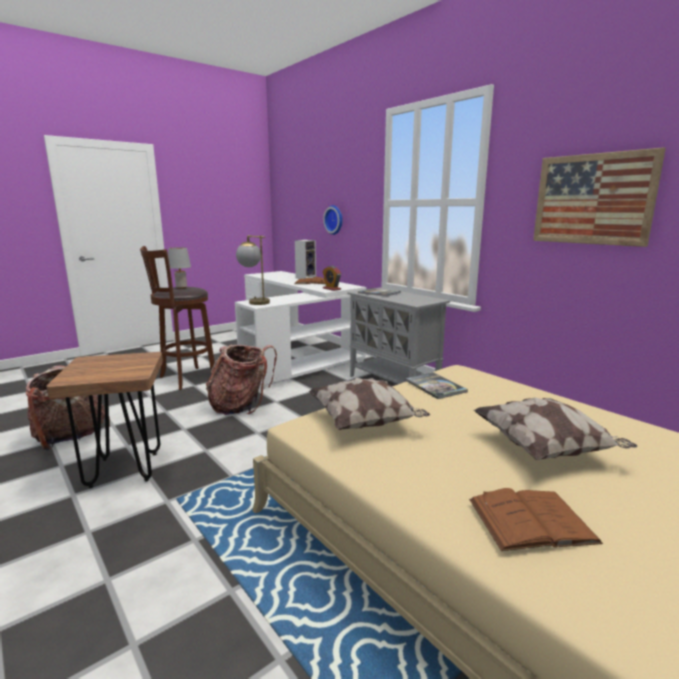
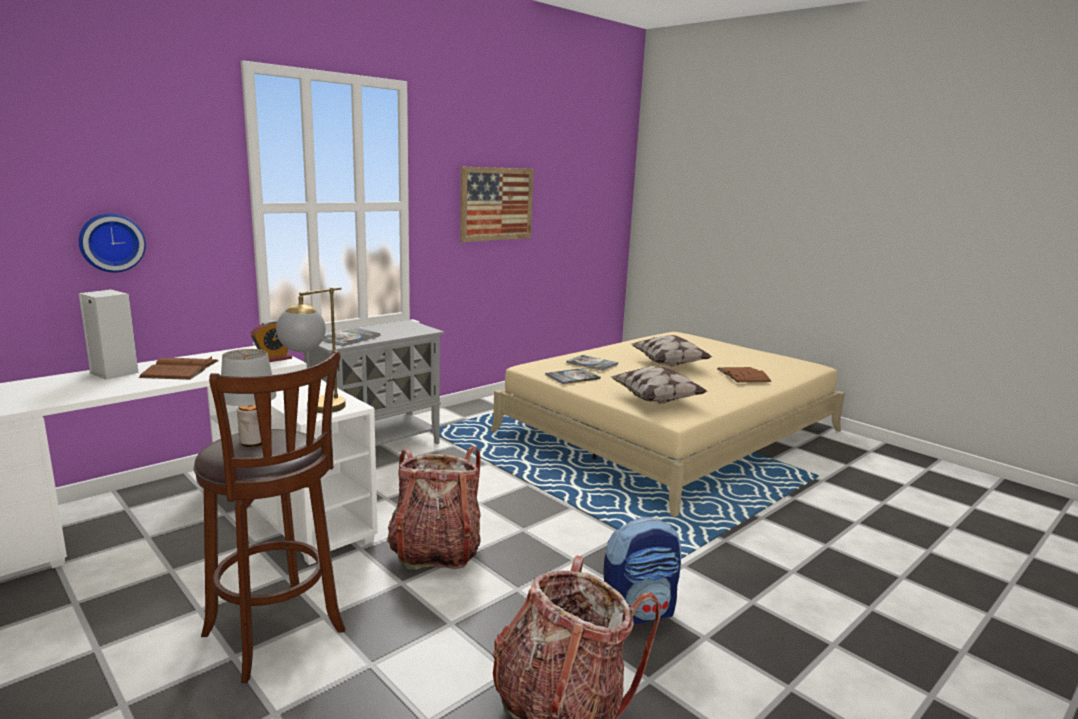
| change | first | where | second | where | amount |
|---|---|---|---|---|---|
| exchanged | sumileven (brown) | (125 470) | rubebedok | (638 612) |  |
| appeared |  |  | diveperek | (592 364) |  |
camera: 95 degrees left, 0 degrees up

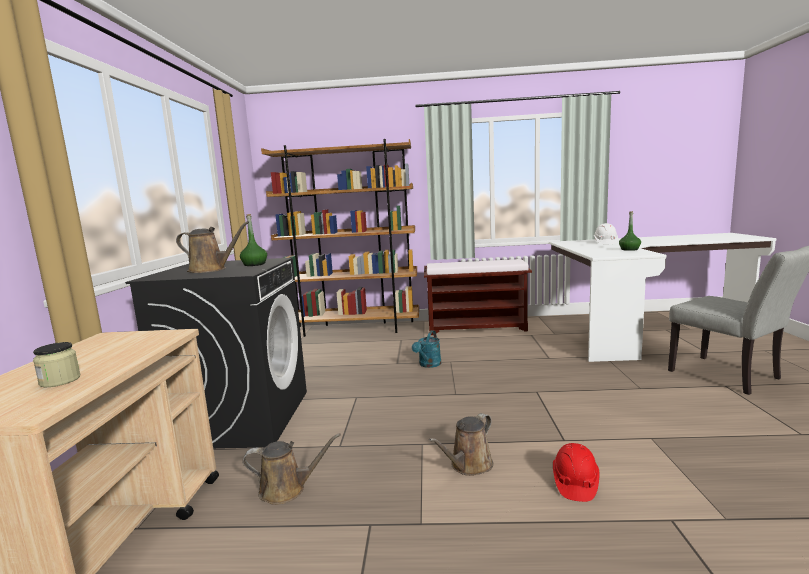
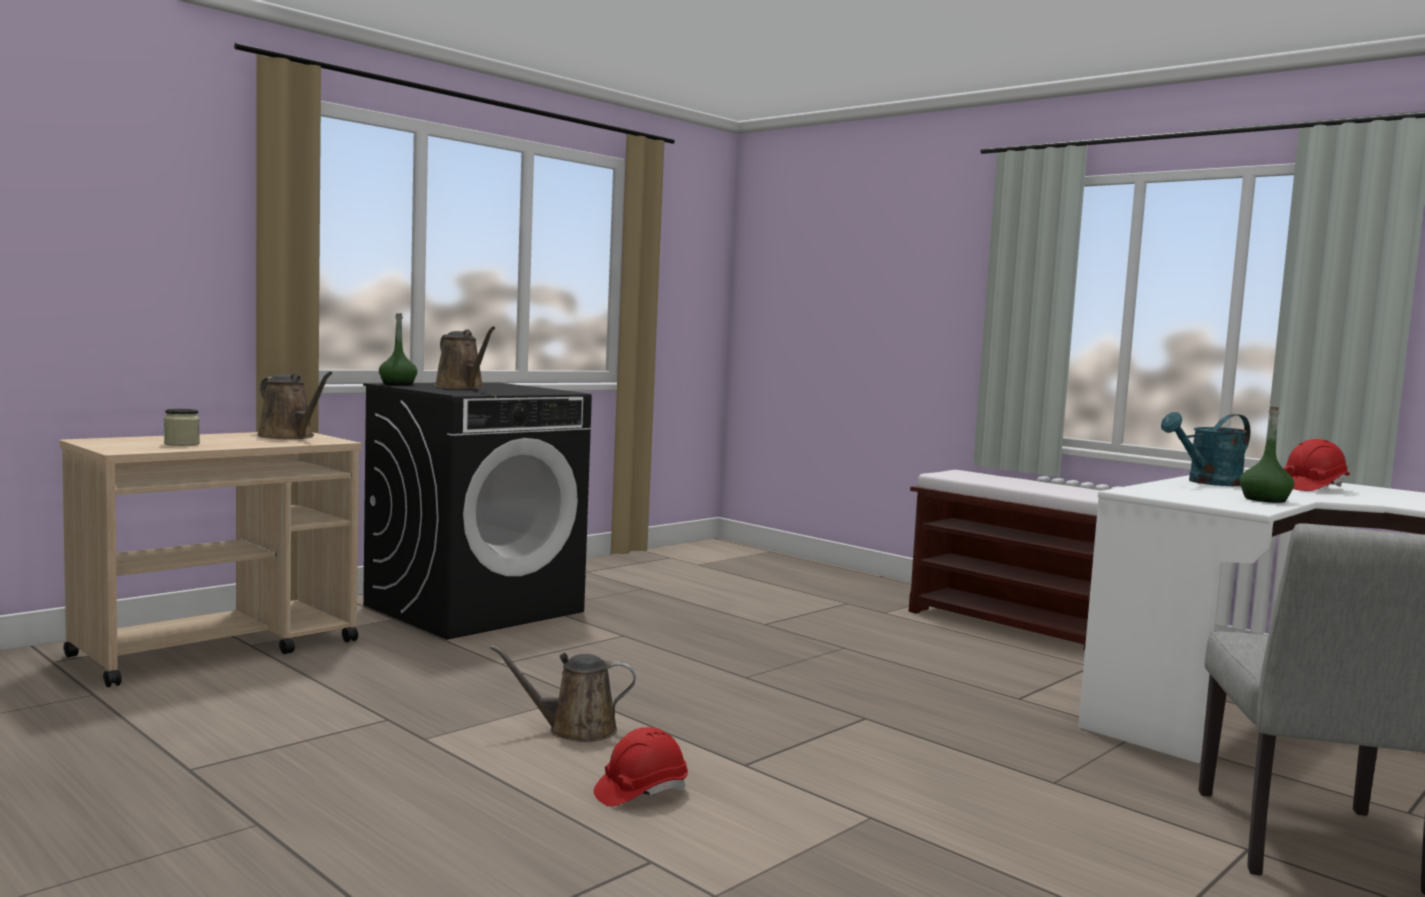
| change | first | where | second | where | amount |
|---|---|---|---|---|---|
| relocated | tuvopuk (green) | (254 264) |  | (398 384) |  |
| relocated | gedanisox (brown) | (287 489) |  | (289 437) |  |
| missing | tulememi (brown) | (353 329) |  |  |  |
| relocated | gedanisox (turquoise) | (428 365) |  | (1207 482) |  |
| colour | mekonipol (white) | (605 243) | mekonipol (red) | (1311 488) |  |
camera: 40 degrees right, 5 degrees down

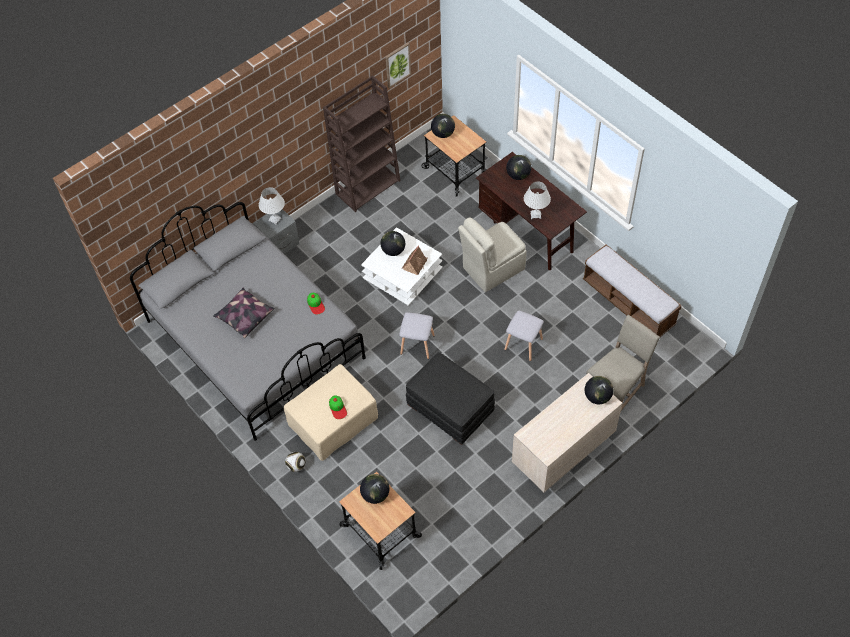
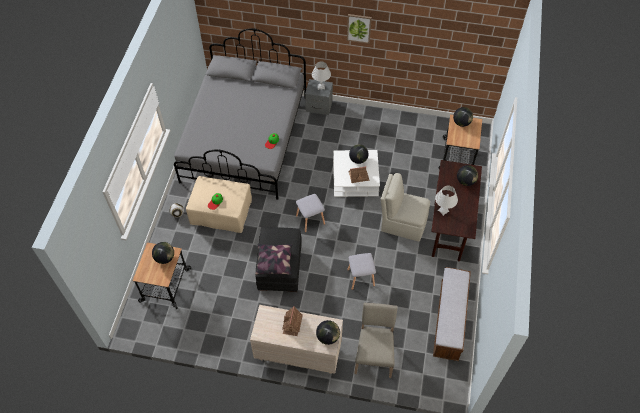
| change | first | where | second | where | amount |
|---|---|---|---|---|---|
| relocated | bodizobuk | (244 317) |  | (274 262) |  |
| missing | tulememi (brown) | (368 186) |  |  |  |
| relocated | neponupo | (397 64) |  | (359 28) |  |
| spun | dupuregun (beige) | (616 388) |  | (374 355) | 90 degrees counterclockwise |
| appeared |  |  | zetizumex | (292 324) |  |
camera: 50 degrees right, 0 degrees up

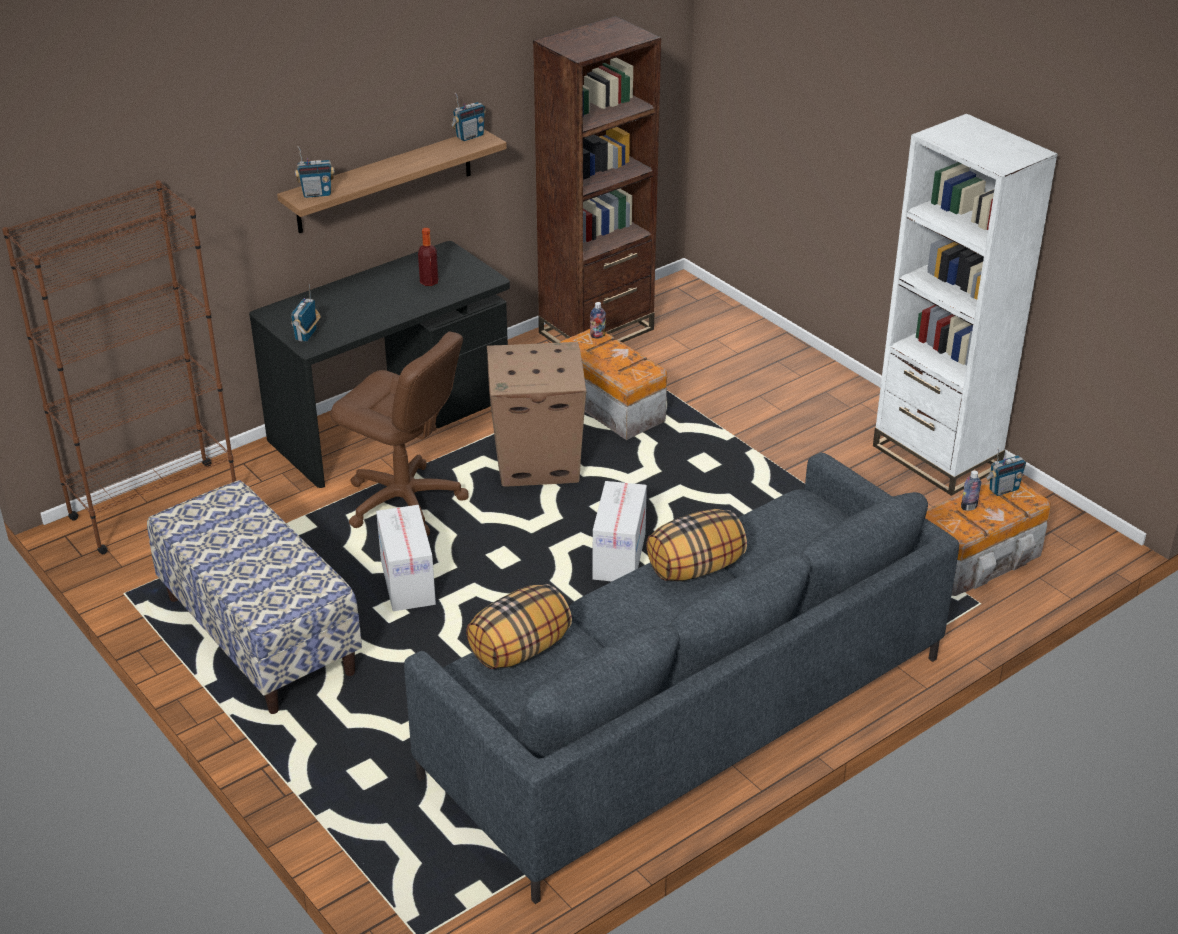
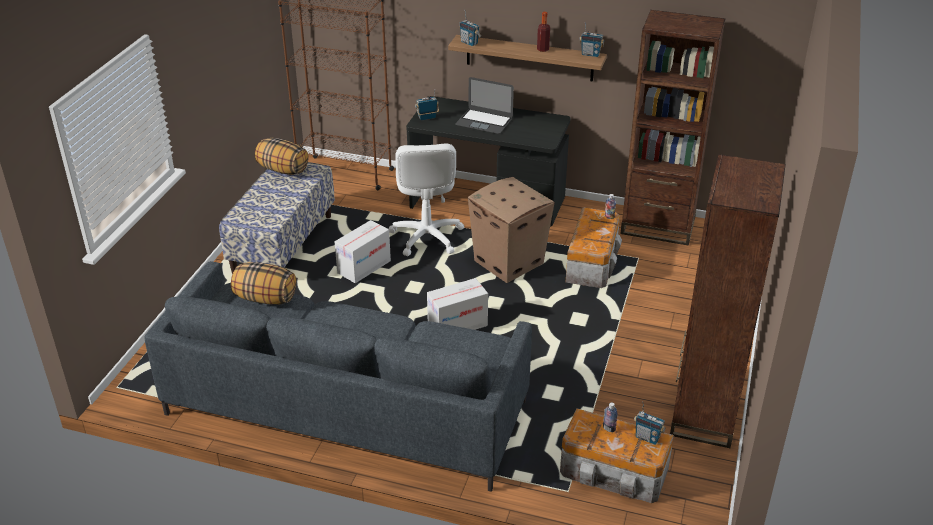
| change | first | where | second | where | amount |
|---|---|---|---|---|---|
| colour | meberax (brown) | (404 502) | meberax (white) | (426 236) |  |
| relocated | tuvopuk | (429 282) |  | (543 49) |  |
| relocated | bodizobuk | (695 569) |  | (282 170) |  |
| colour | tulememi (white) | (936 457) | tulememi (brown) | (704 412) |  |
| appeared |  |  | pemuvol | (484 121) |  |
camera: 55 degrees right, 0 degrees up

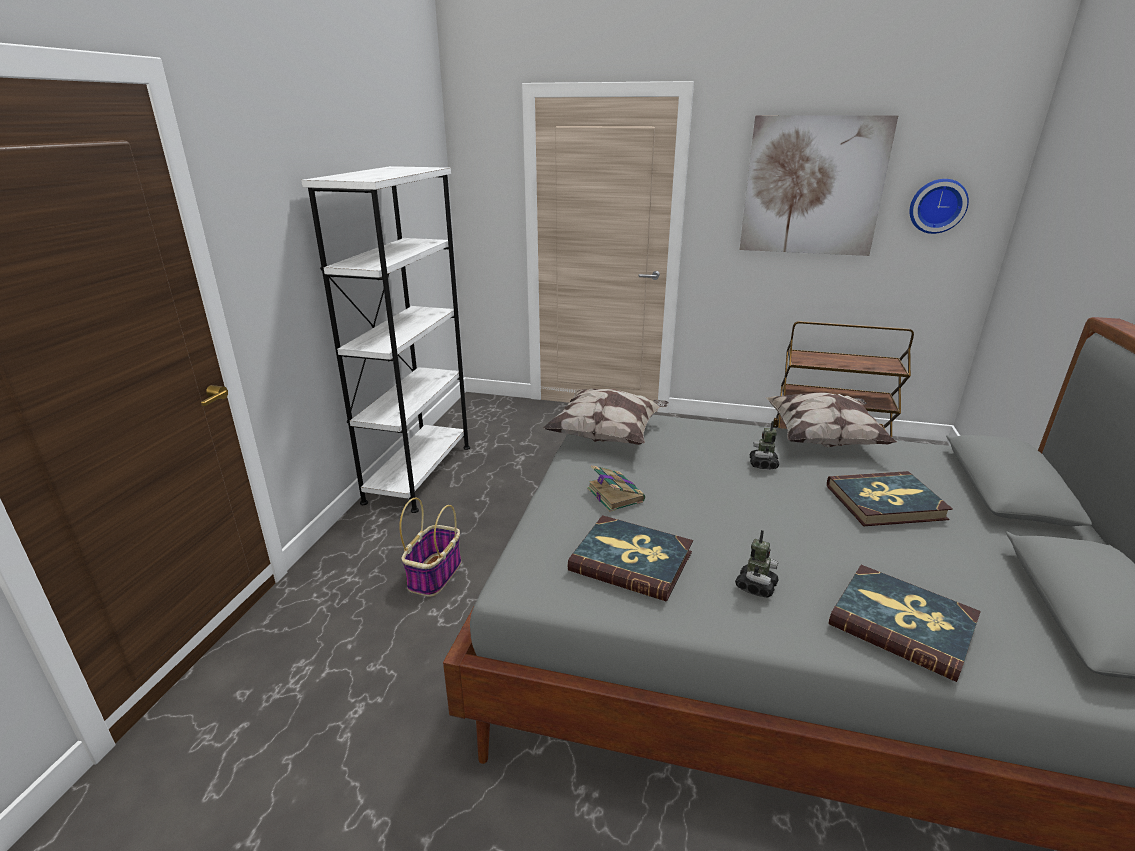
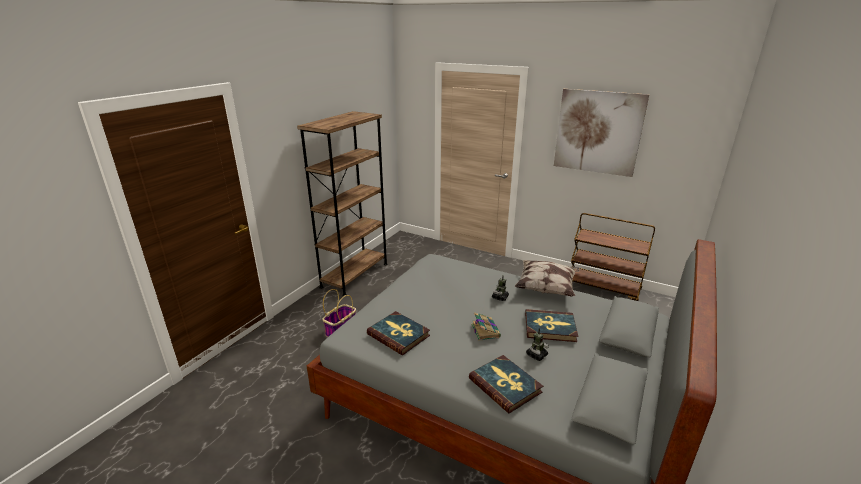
| change | first | where | second | where | amount |
|---|---|---|---|---|---|
| colour | tulememi (white) | (419 473) | tulememi (brown) | (355 275) |  |
| missing | bodizobuk | (608 435) |  |  |  |
| relocated | diveperek | (614 494) |  | (485 330) |  |
| relocated | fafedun | (755 586) |  | (536 355) |  |
| missing | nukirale | (937 206) |  |  |  |
camera: 15 degrees right, 0 degrees up

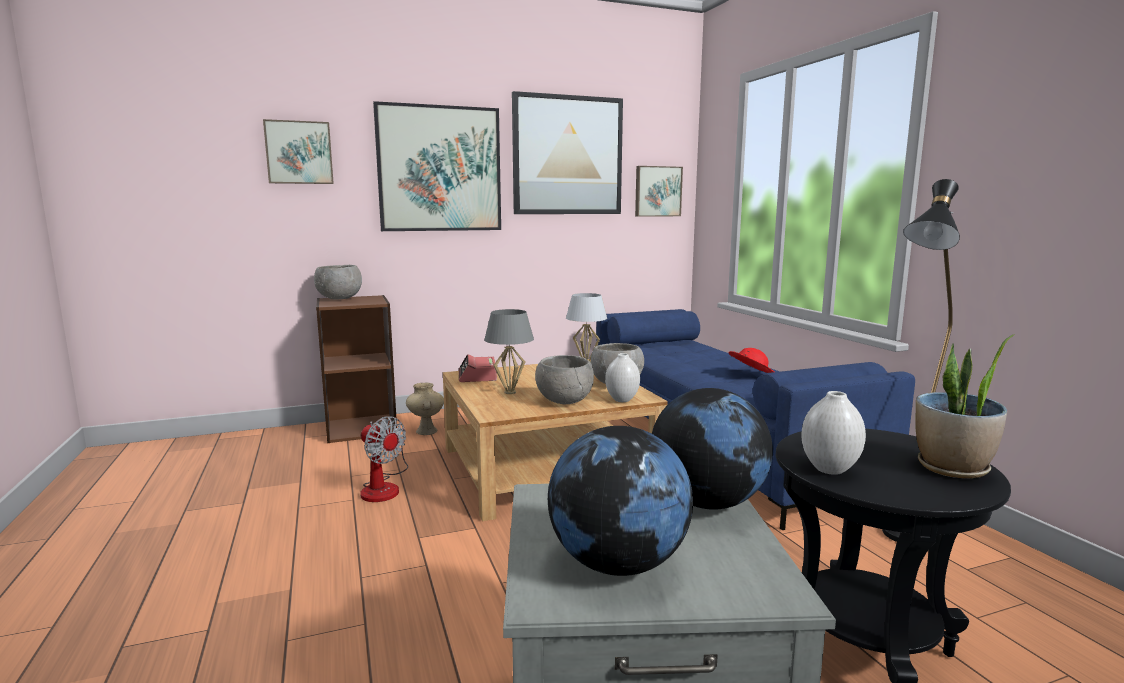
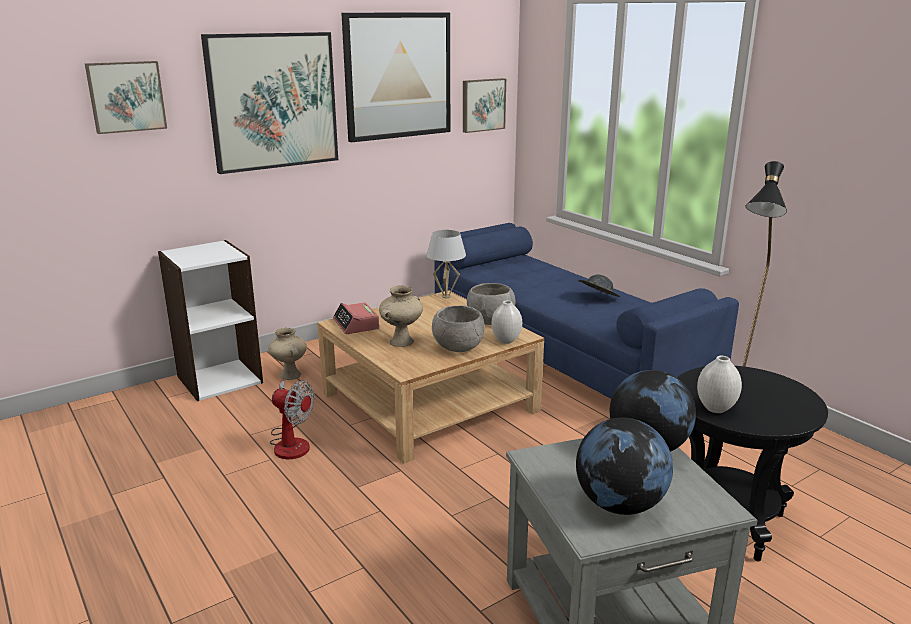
| change | first | where | second | where | amount |
|---|---|---|---|---|---|
| missing | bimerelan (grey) | (340 299) |  |  |  |
| colour | tulememi (brown) | (361 428) | tulememi (white) | (219 379) |  |
| exchanged | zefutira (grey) | (510 392) | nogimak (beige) | (401 342) |  |
| colour | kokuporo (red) | (750 375) | kokuporo (grey) | (597 298) |  |
| missing | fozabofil | (952 468) |  |  |  |
camera: 15 degrees left, 10 degrees up

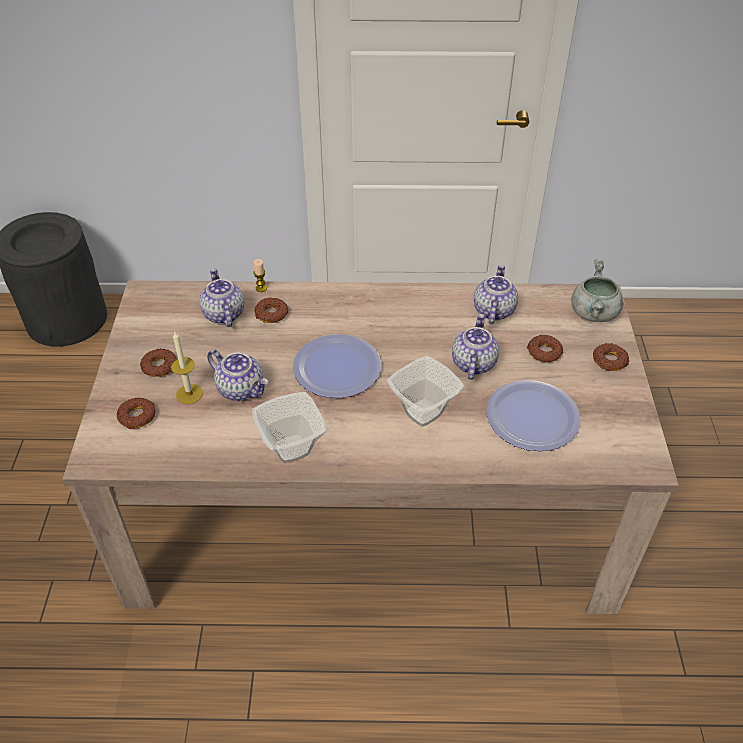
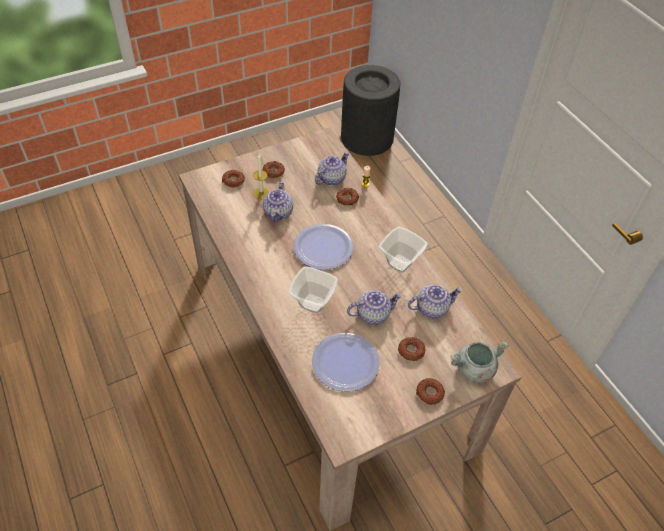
| change | first | where | second | where | amount |
|---|---|---|---|---|---|
| relocated | bimerelan | (290 450) |  | (398 263) |  |
camera: 60 degrees right, 5 degrees up

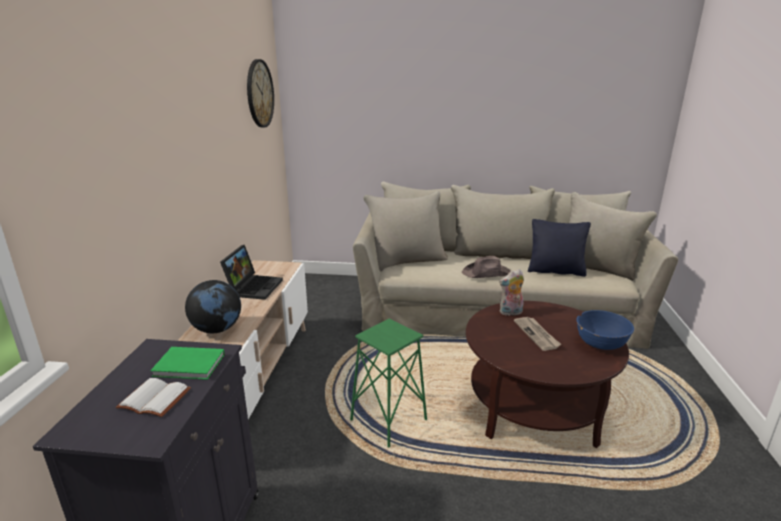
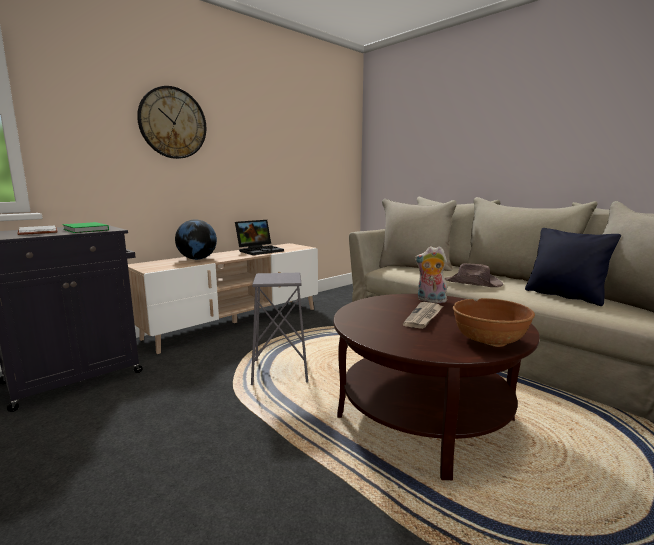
| change | first | where | second | where | amount |
|---|---|---|---|---|---|
| relocated | nukirale | (259 93) |  | (173 123) |  |
| colour | sumileven (green) | (388 420) | sumileven (grey) | (280 371) |  |
| colour | bimerelan (blue) | (601 344) | bimerelan (brown) | (489 340) |  |
camera: 40 degrees right, 10 degrees down

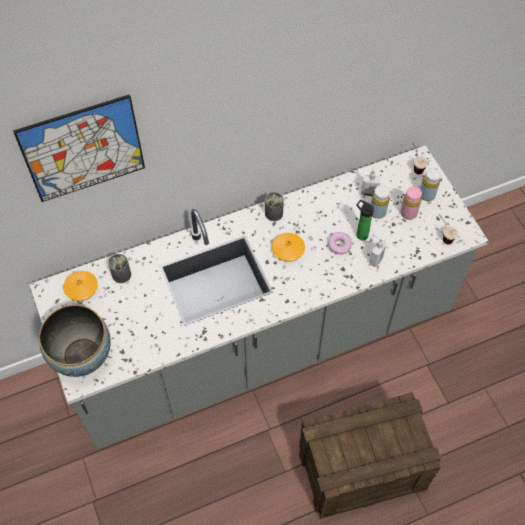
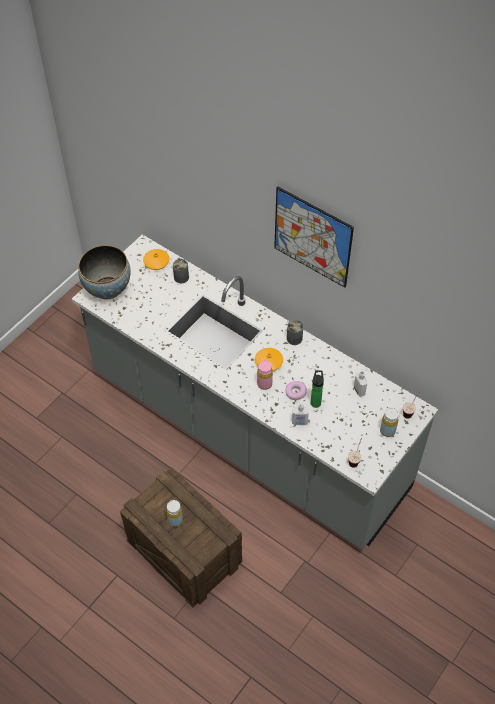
| change | first | where | second | where | amount |
|---|---|---|---|---|---|
| relocated | neponupo | (83 149) |  | (312 237) |  |
| relocated | tuvopuk (yellow) | (377 212) |  | (175 520) |  |
| relocated | tuvopuk (pink) | (408 213) |  | (264 384) |  |
camera: 60 degrees right, 5 degrees down

